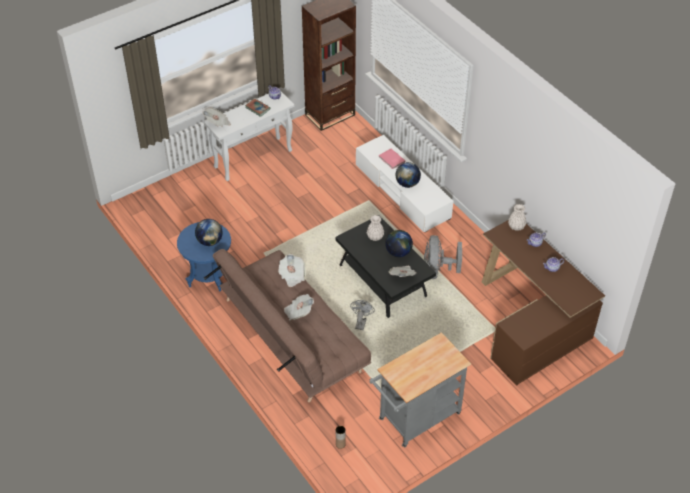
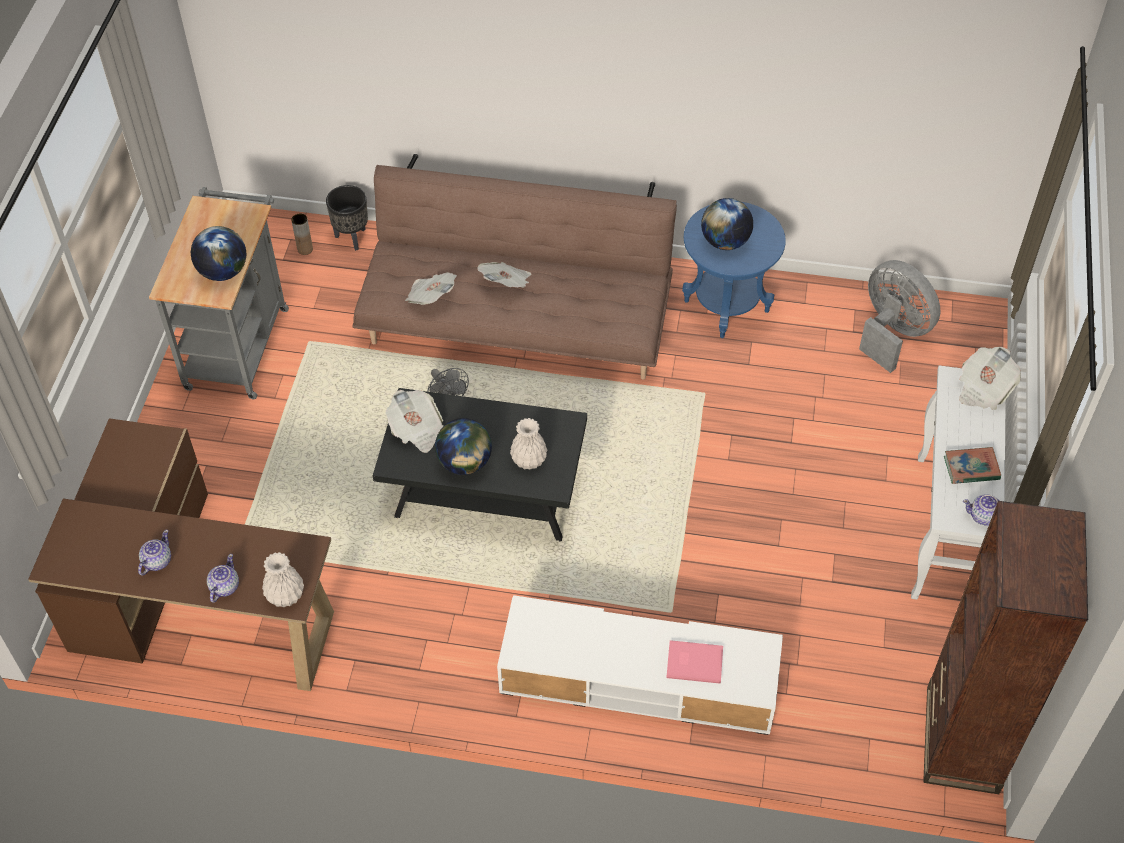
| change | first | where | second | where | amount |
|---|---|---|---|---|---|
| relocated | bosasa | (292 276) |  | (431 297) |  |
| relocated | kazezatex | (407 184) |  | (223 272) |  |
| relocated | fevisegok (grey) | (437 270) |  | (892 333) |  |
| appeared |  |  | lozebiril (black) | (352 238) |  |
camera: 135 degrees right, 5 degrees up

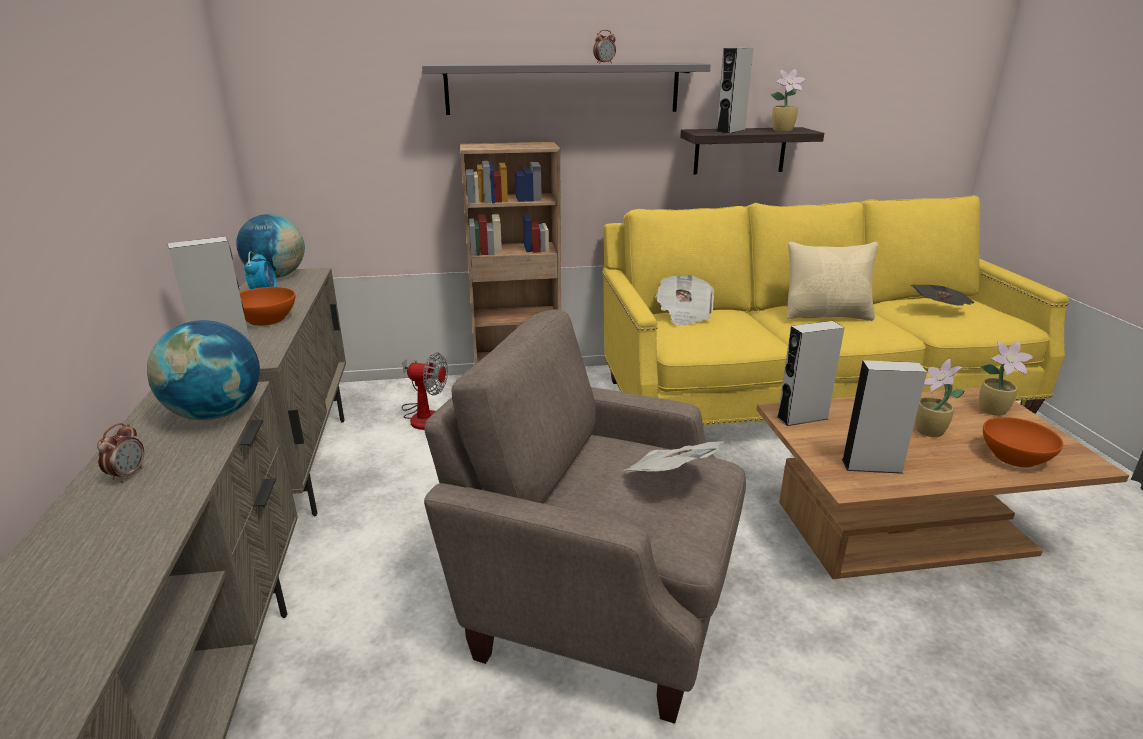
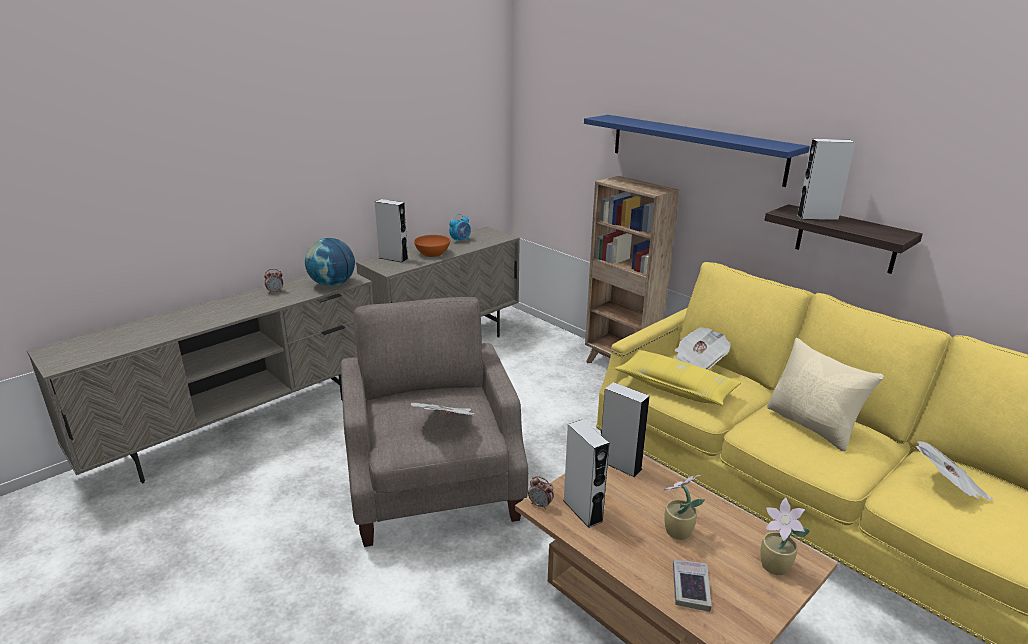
| change | first | where | second | where | amount |
|---|---|---|---|---|---|
| missing | kazezatex | (276 276) |  |  |  |
| missing | fevisegok | (424 415) |  |  |  |
| colour | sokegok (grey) | (563 88) | sokegok (blue) | (695 148) |  |
| relocated | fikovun | (604 63) |  | (540 505) |  |
| missing | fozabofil | (783 130) |  |  |  |
| exchanged | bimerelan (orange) | (1014 456) | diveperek | (690 588) |  |
| appeared |  |  | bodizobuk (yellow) | (675 387) |  |
camera: 55 degrees right, 0 degrees up

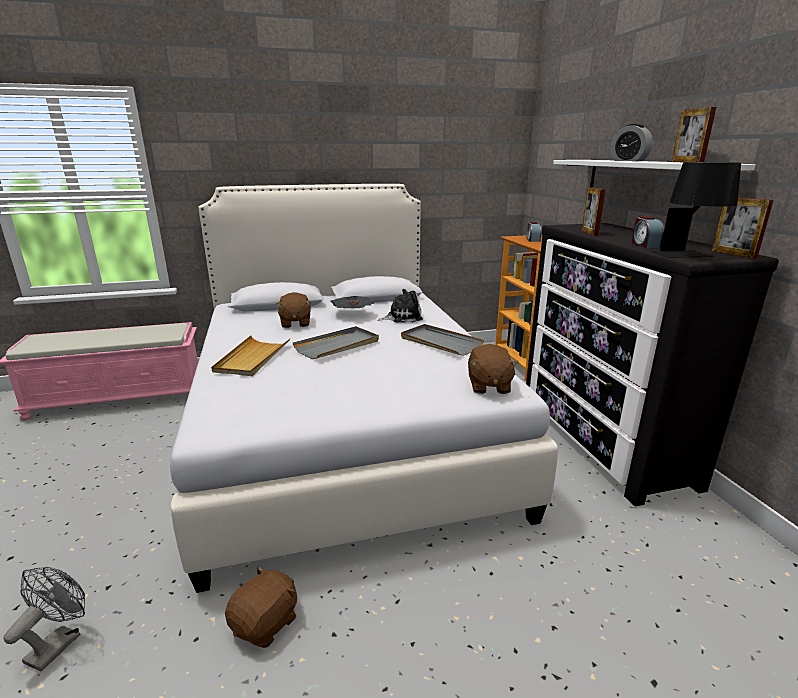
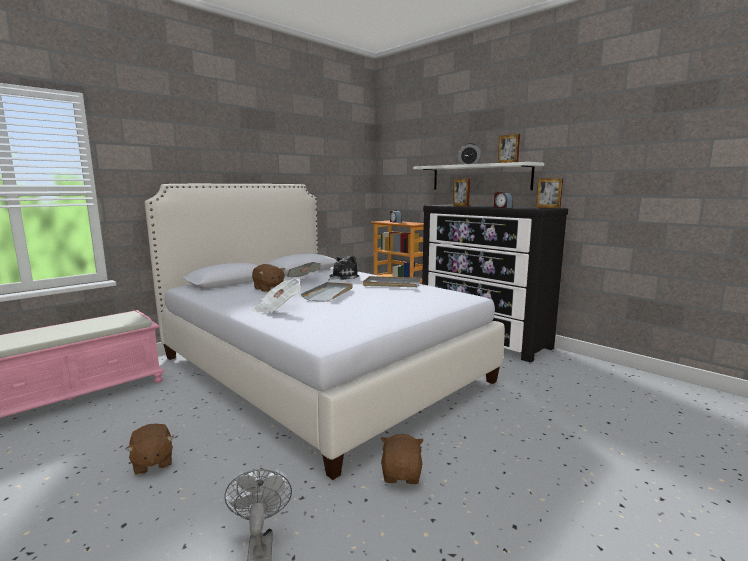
| change | first | where | second | where | amount |
|---|---|---|---|---|---|
| exchanged | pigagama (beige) | (252 358) | bosasa | (277 308) |  |
| relocated | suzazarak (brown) | (488 386) |  | (152 462) |  |
| missing | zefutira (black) | (688 256) |  |  |  |
camera: 30 degrees left, 10 degrees down

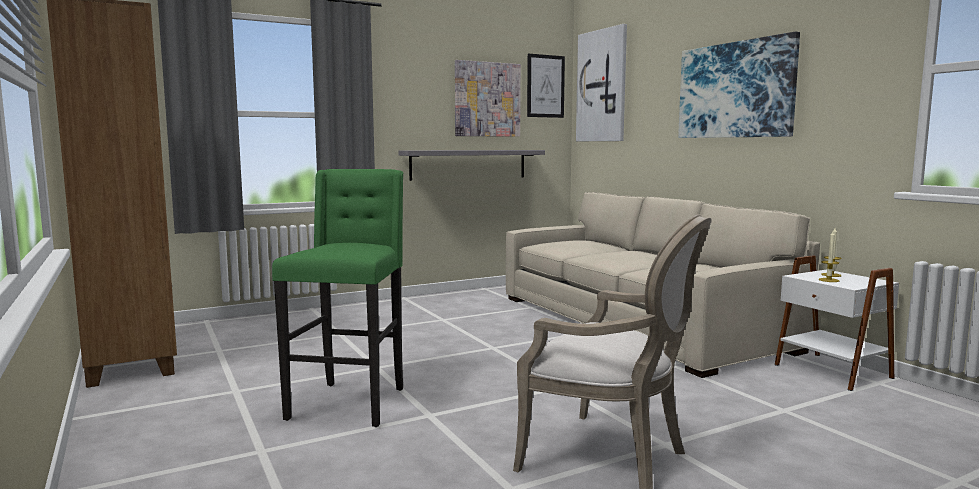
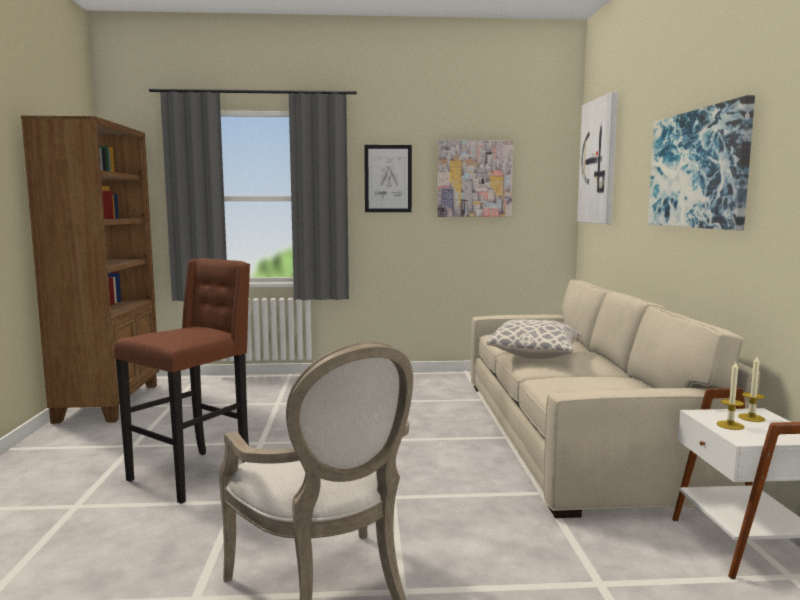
| change | first | where | second | where | amount |
|---|---|---|---|---|---|
| colour | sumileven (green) | (350 403) | sumileven (brown) | (193 475) |  |
| missing | sokegok (grey) | (469 164) |  |  |  |
| relocated | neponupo | (545 86) |  | (388 178) |  |
| appeared |  |  | bodizobuk | (534 355) |  |
camera: 25 degrees right, 0 degrees up

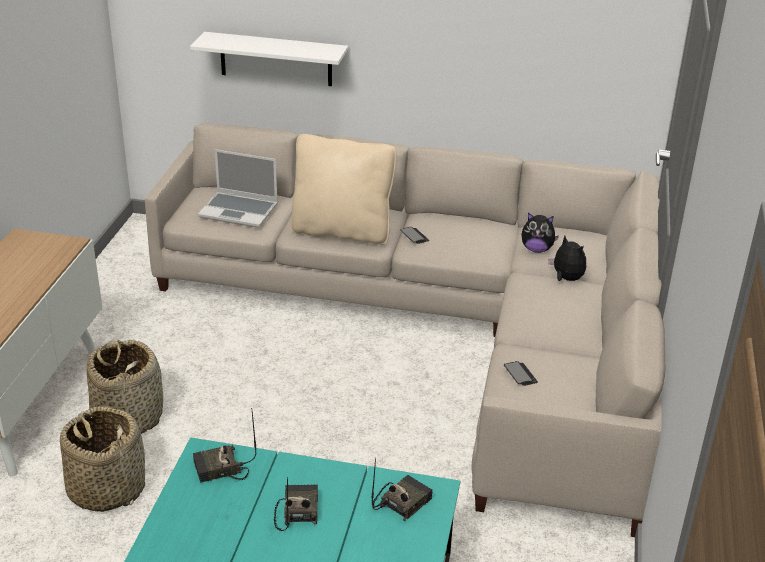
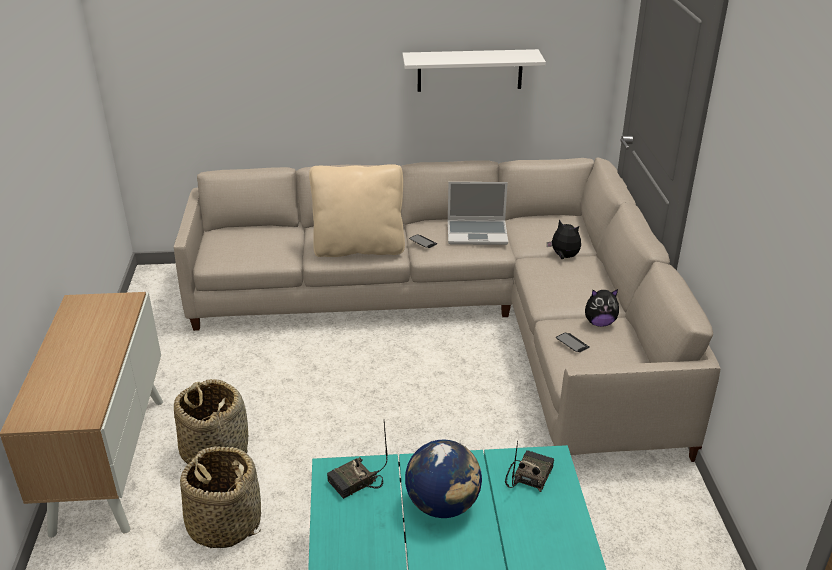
| change | first | where | second | where | amount |
|---|---|---|---|---|---|
| relocated | sokegok (white) | (276 59) |  | (470 70) |  |
| relocated | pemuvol | (240 211) |  | (478 233) |  |
| exchanged | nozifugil | (297 511) | kazezatex | (443 505) |  |
| relocated | suzazarak | (537 249) |  | (599 323) |  |
camera: 15 degrees left, 0 degrees up

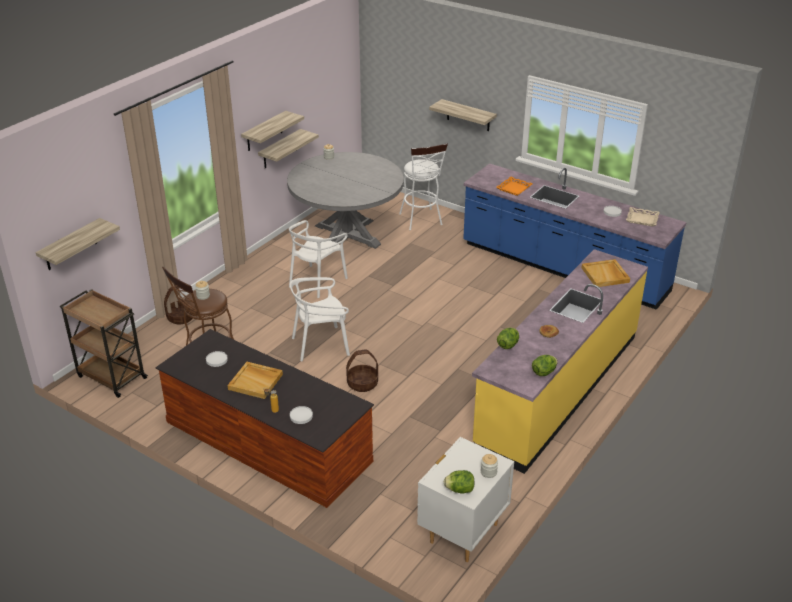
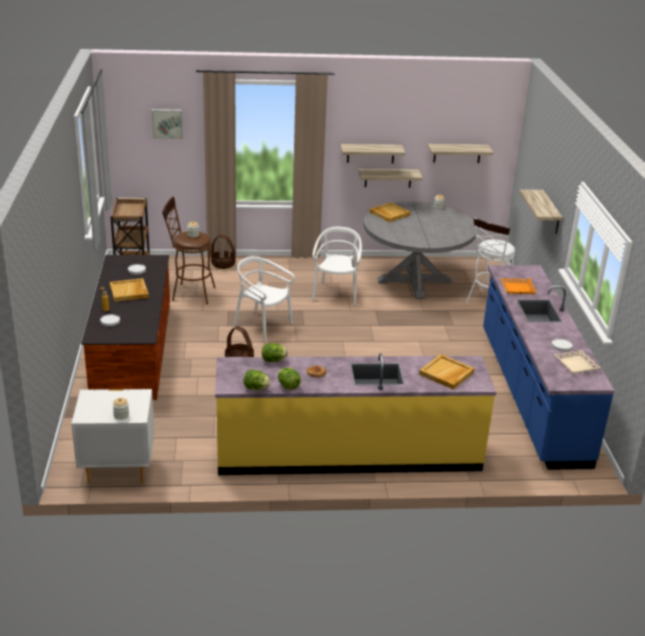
| change | first | where | second | where | amount |
|---|---|---|---|---|---|
| relocated | sokegok | (70 245) |  | (457 153) |  |
| spun | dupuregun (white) | (317 281) |  | (336 293) | 105 degrees clockwise |
| relocated | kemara | (459 489) |  | (288 386) |  |
| appeared |  |  | neponupo | (167 123) |  |
| appeared |  |  | pigagama (beige) | (389 214) |  |
camera: 50 degrees right, 5 degrees down

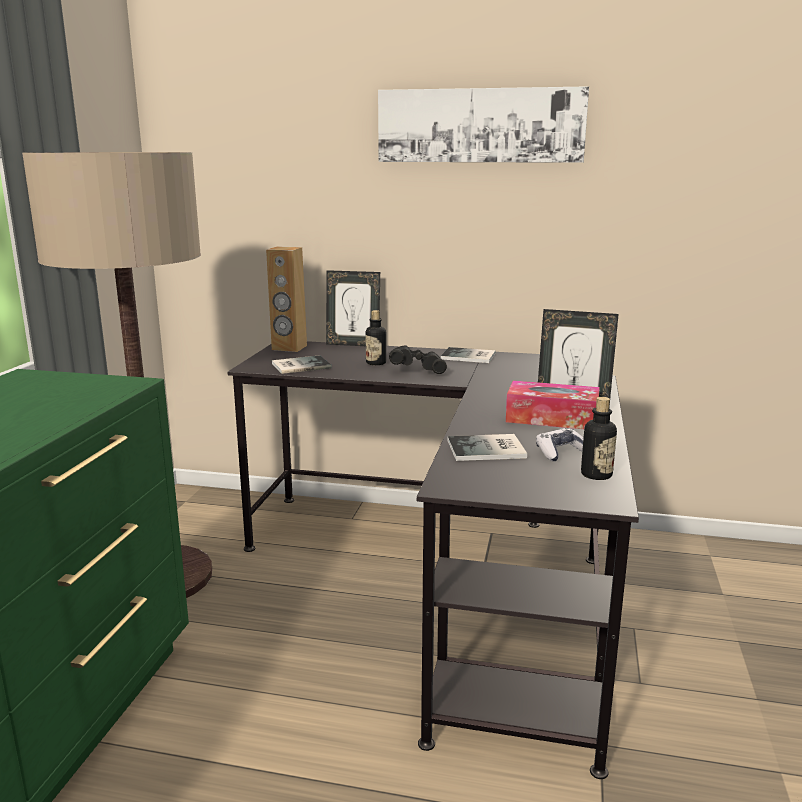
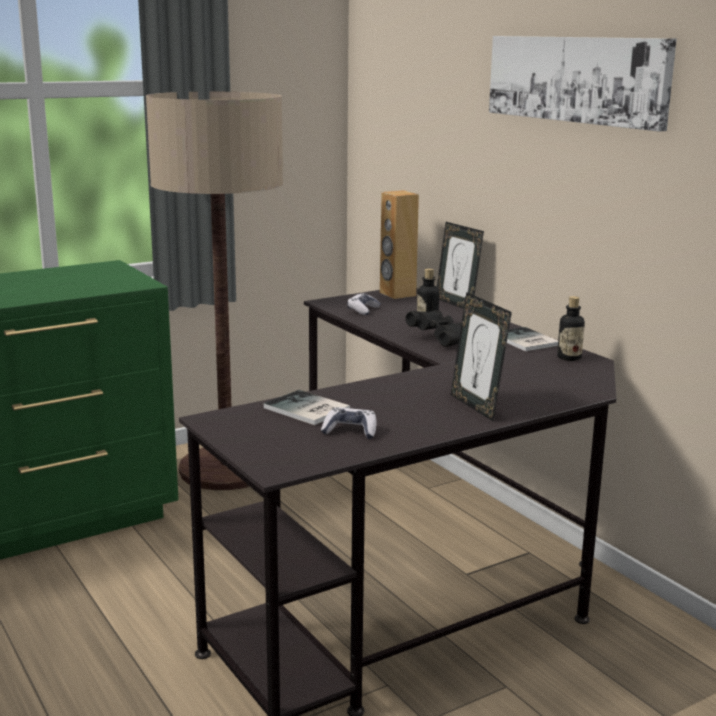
| change | first | where | second | where | amount |
|---|---|---|---|---|---|
| exchanged | diveperek | (299 365) | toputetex | (363 310) |  |
| missing | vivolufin | (552 418) |  |  |  |
| relocated | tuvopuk | (596 474) |  | (569 357) |  |
camera: 45 degrees right, 0 degrees up

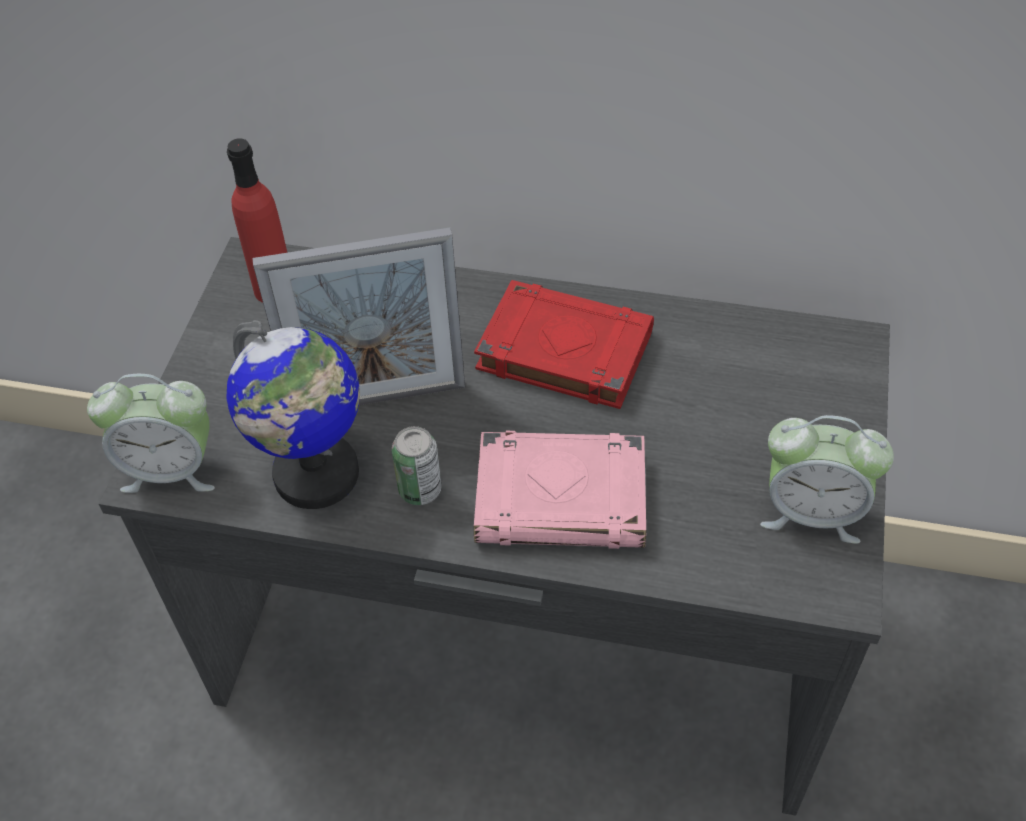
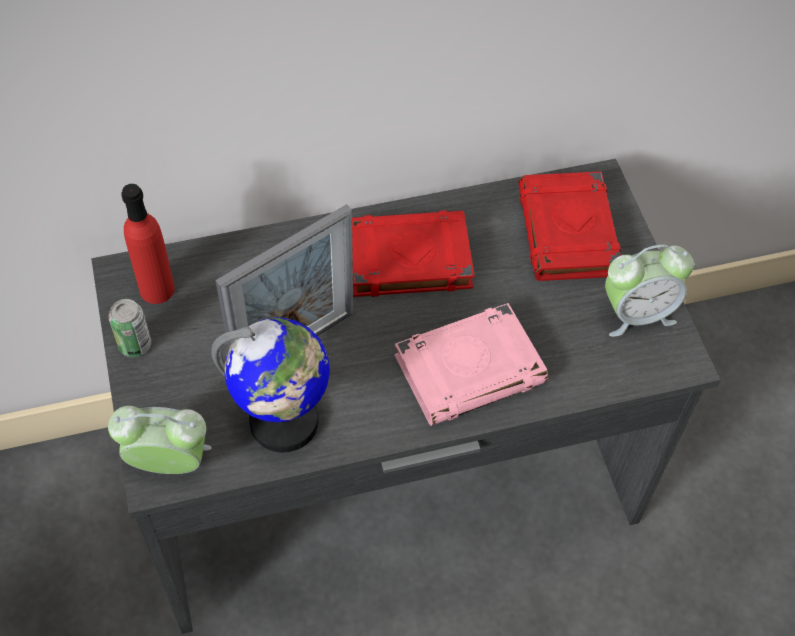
| change | first | where | second | where | amount |
|---|---|---|---|---|---|
| spun | fikovun | (171 469) |  | (169 463) | 150 degrees counterclockwise |
| relocated | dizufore | (420 490) |  | (135 345) |  |
| appeared |  |  | diveperek (red) | (568 233) |  |
camera: 30 degrees left, 5 degrees up

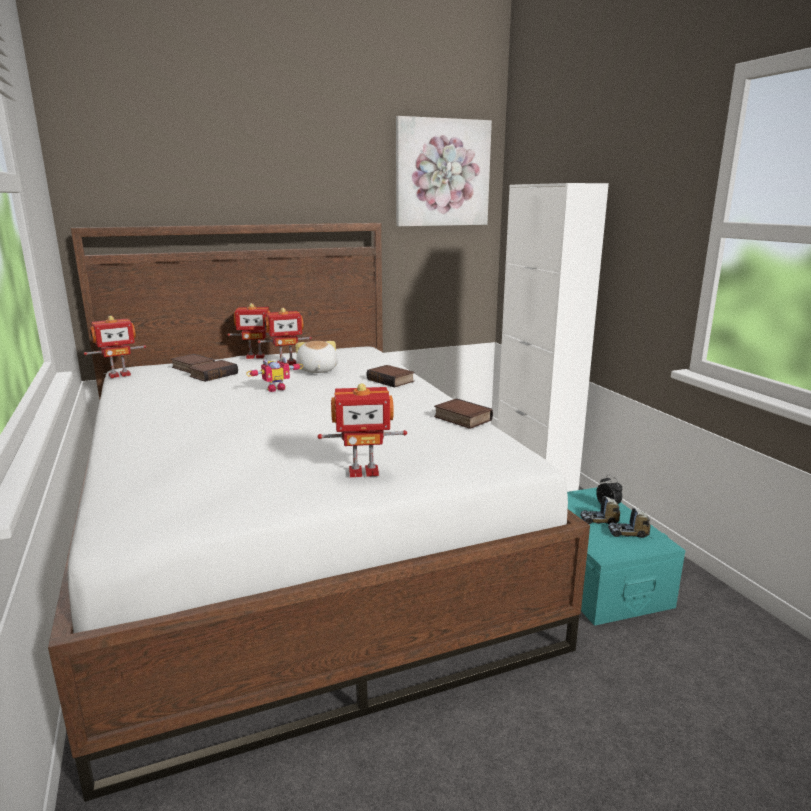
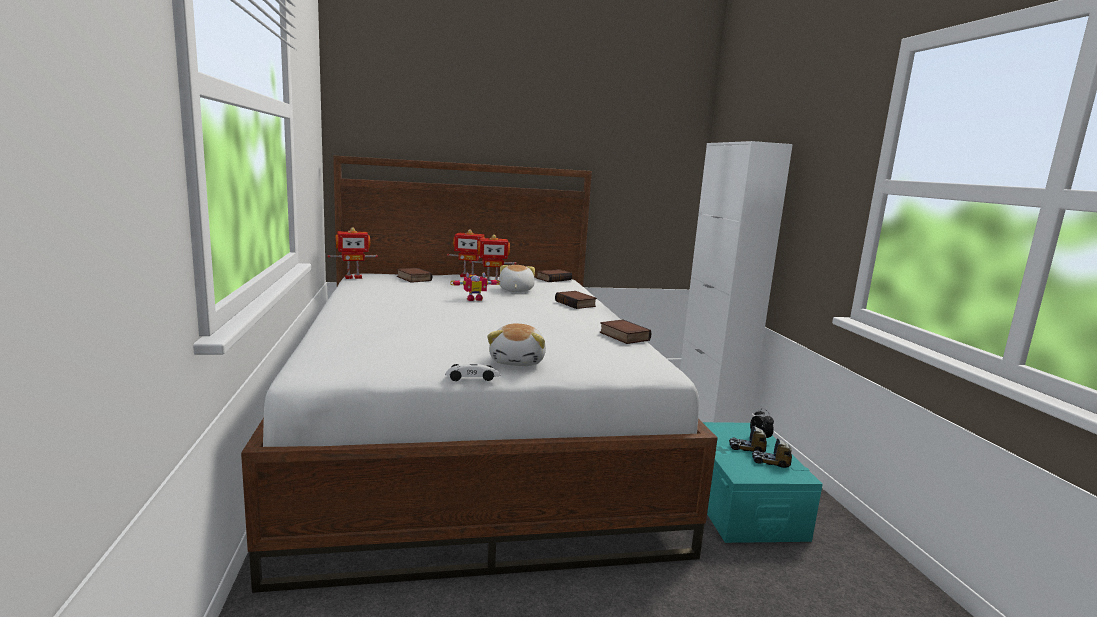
| change | first | where | second | where | amount |
|---|---|---|---|---|---|
| relocated | diveperek | (213 374) |  | (553 279) |  |
| exchanged | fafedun | (363 471) | suzazarak | (518 361) |  |
| missing | neponupo | (442 173) |  |  |  |
| appeared |  |  | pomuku | (472 378) |  |
camera: 10 degrees right, 5 degrees down

